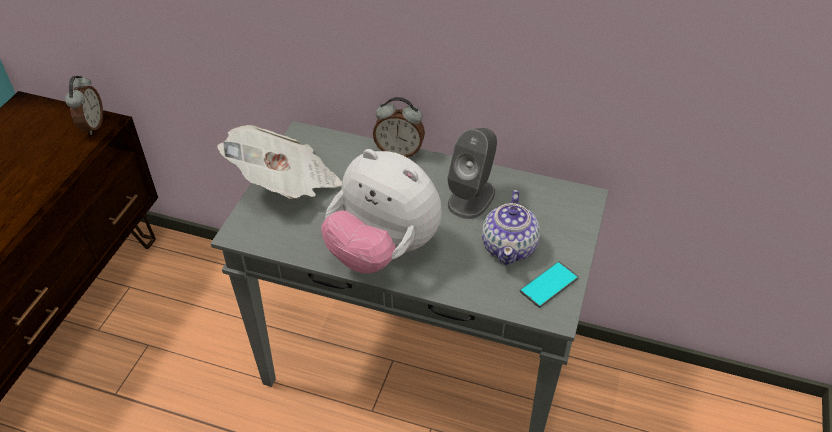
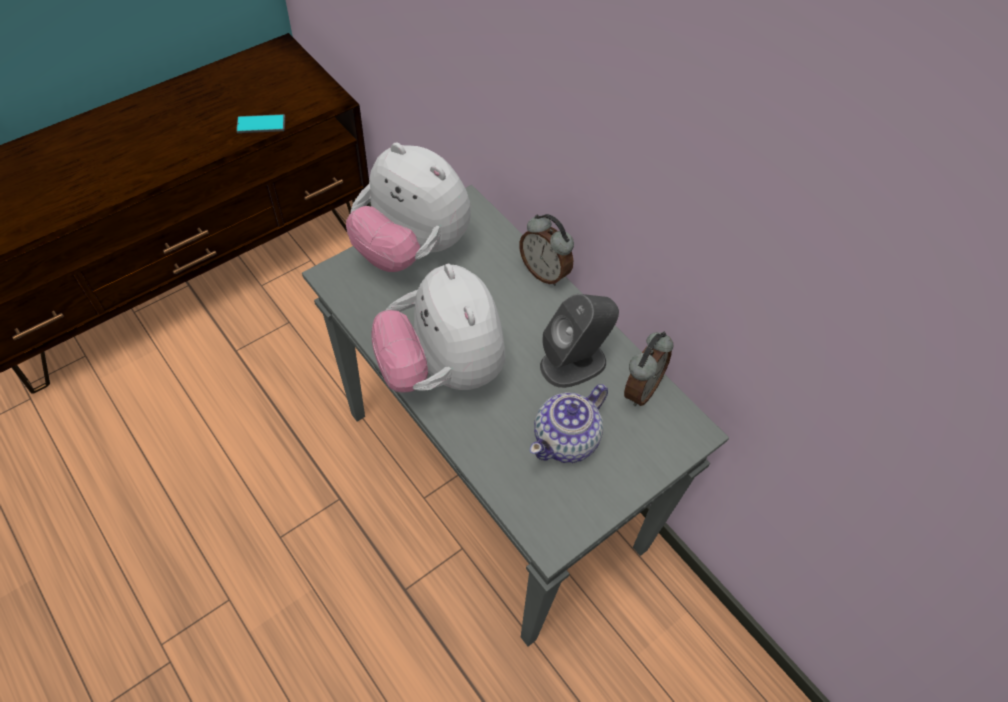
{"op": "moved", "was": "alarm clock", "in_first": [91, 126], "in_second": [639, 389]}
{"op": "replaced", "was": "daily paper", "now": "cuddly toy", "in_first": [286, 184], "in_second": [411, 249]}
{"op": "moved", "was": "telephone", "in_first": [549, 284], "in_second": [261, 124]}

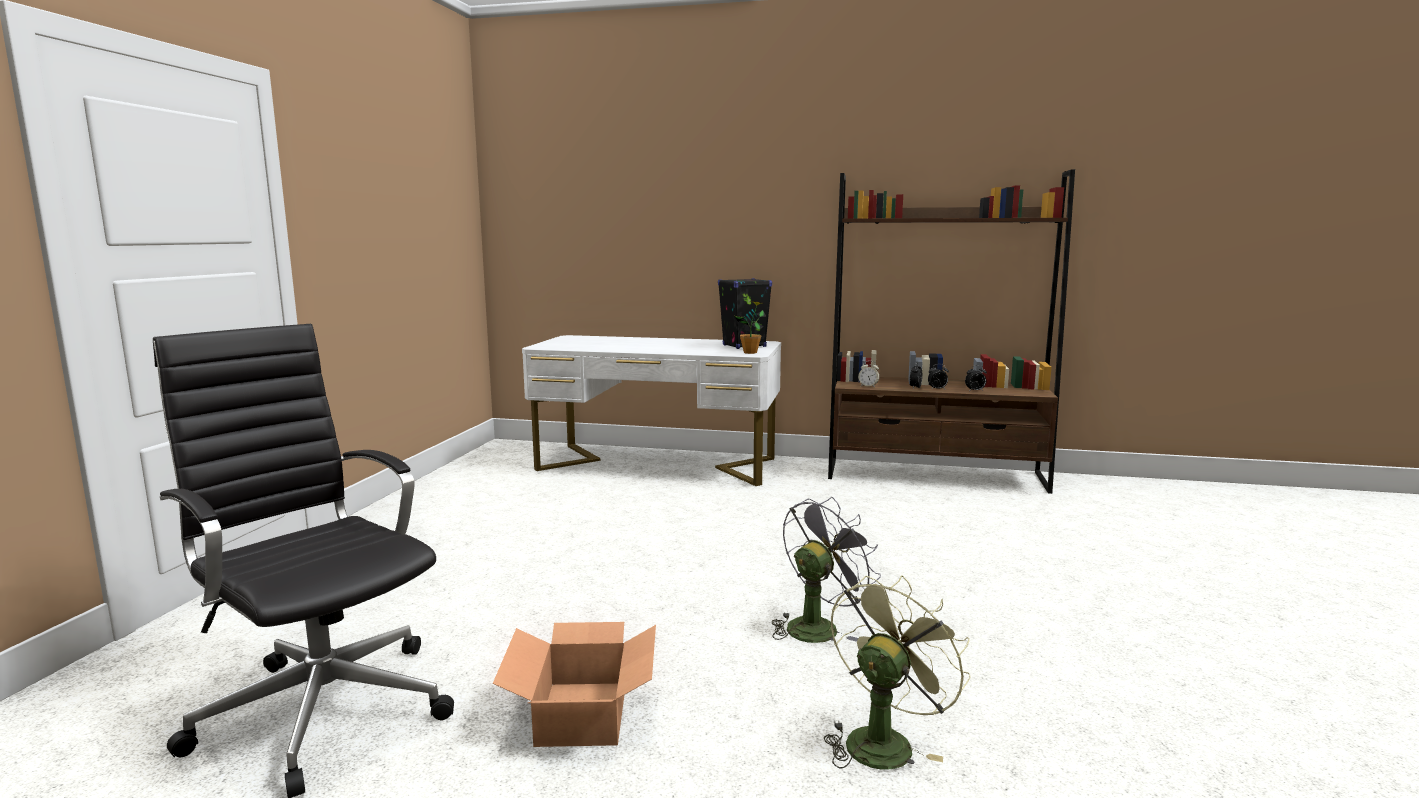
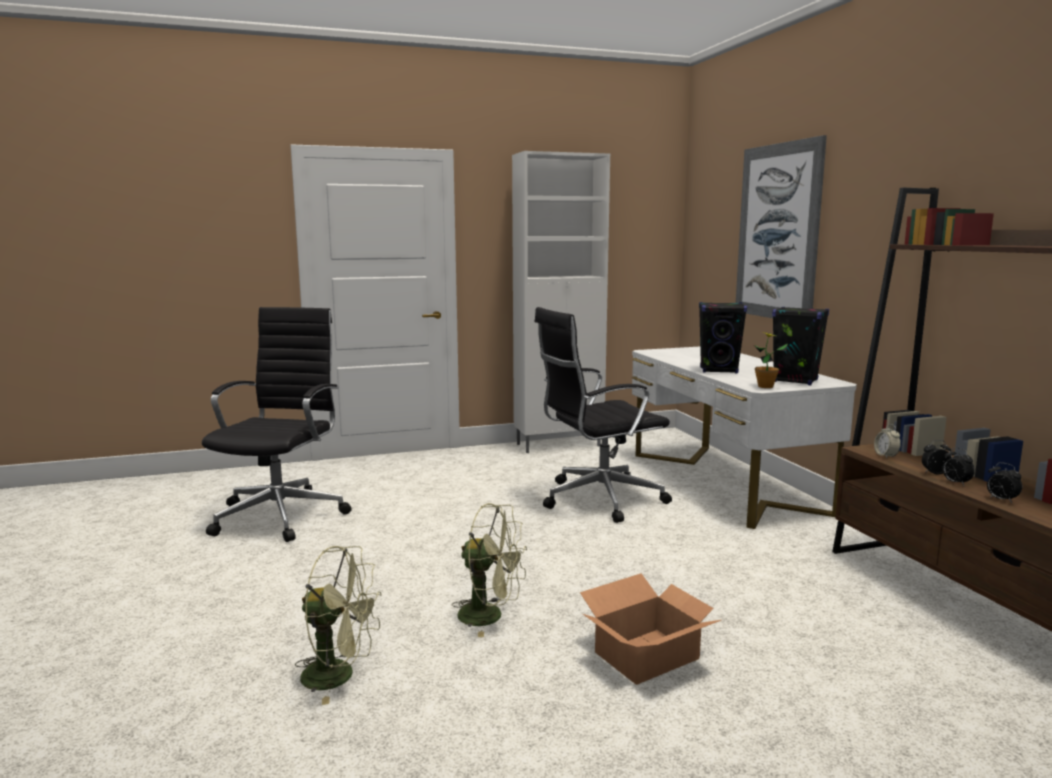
{"op": "moved", "was": "packing box", "in_first": [584, 713], "in_second": [648, 656]}
{"op": "recoloured", "was": "grey cooling fan", "now": "green cooling fan", "in_first": [818, 626], "in_second": [490, 616]}
{"op": "added", "now": "whitish cupboard", "in_second": [560, 445]}
{"op": "added", "now": "black desk chair", "in_second": [598, 499]}
{"op": "added", "now": "black audio speaker", "in_second": [719, 370]}
{"op": "added", "now": "wall art", "in_second": [777, 232]}

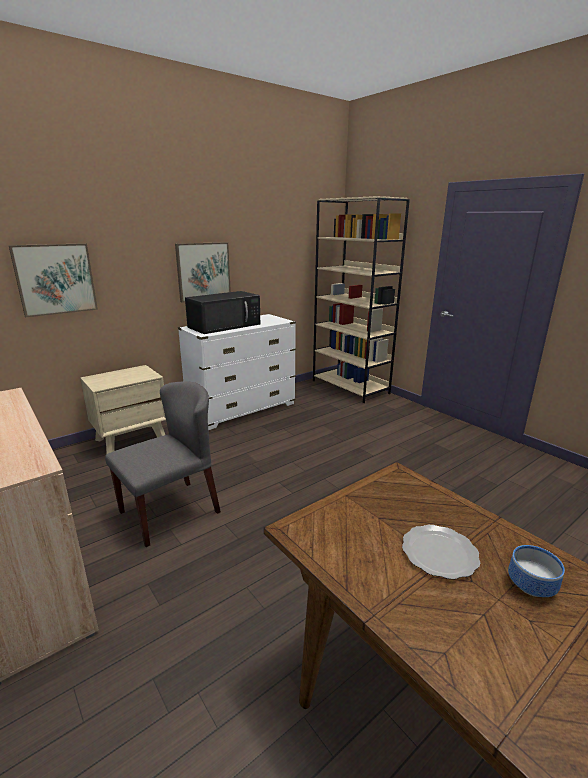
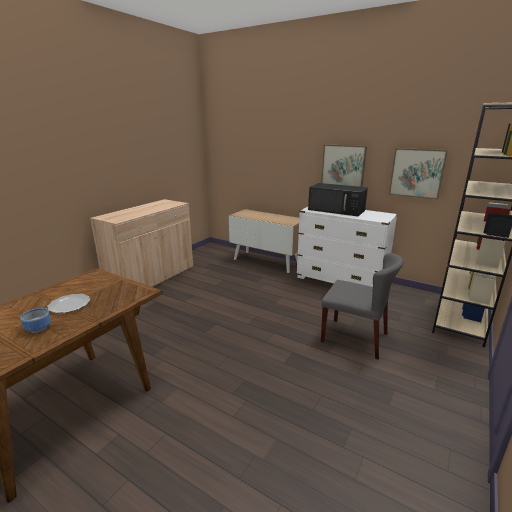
{"op": "moved", "was": "wall art", "in_first": [55, 279], "in_second": [416, 173]}
{"op": "replaced", "was": "beige-coloured nightstand", "now": "cupboard", "in_first": [131, 439], "in_second": [266, 261]}
{"op": "moved", "was": "grey upright chair", "in_first": [170, 511], "in_second": [355, 337]}

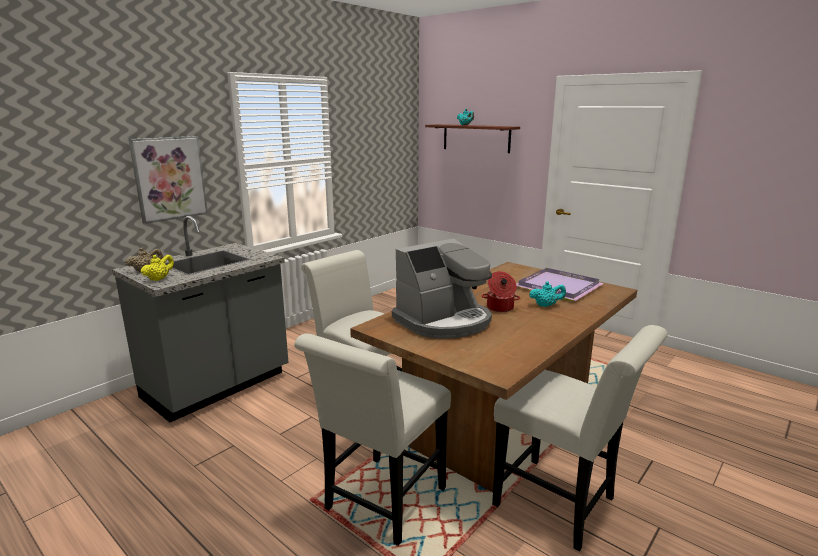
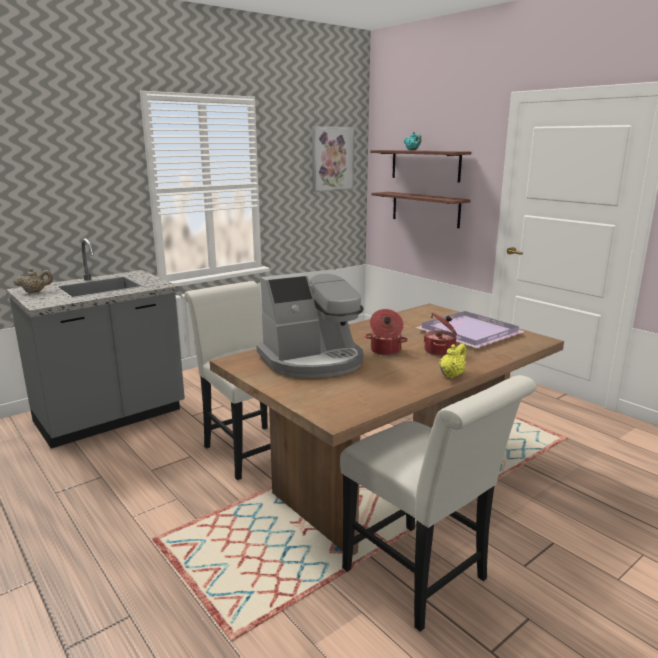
{"op": "moved", "was": "wall art", "in_first": [169, 178], "in_second": [332, 159]}
{"op": "moved", "was": "yellow pot for tea", "in_first": [159, 279], "in_second": [451, 375]}
{"op": "removed", "was": "whitish upright chair", "in_first": [380, 504]}
{"op": "replaced", "was": "turquoise-coloured pot for tea", "now": "cooking pot", "in_first": [546, 305], "in_second": [440, 351]}
{"op": "added", "now": "shelf", "in_second": [425, 209]}

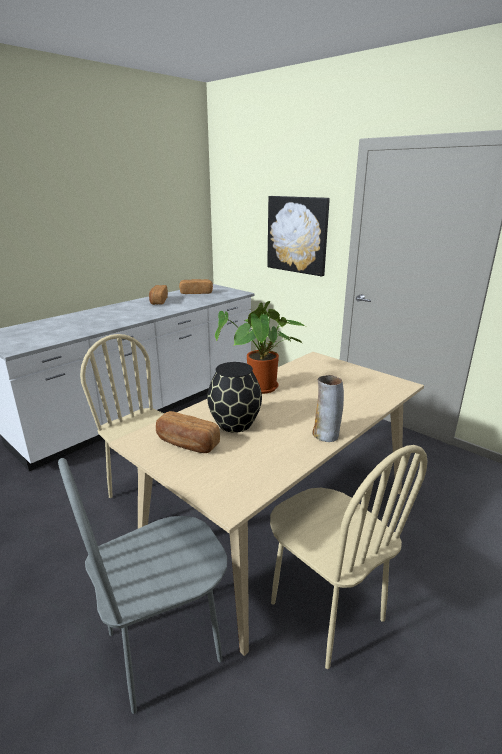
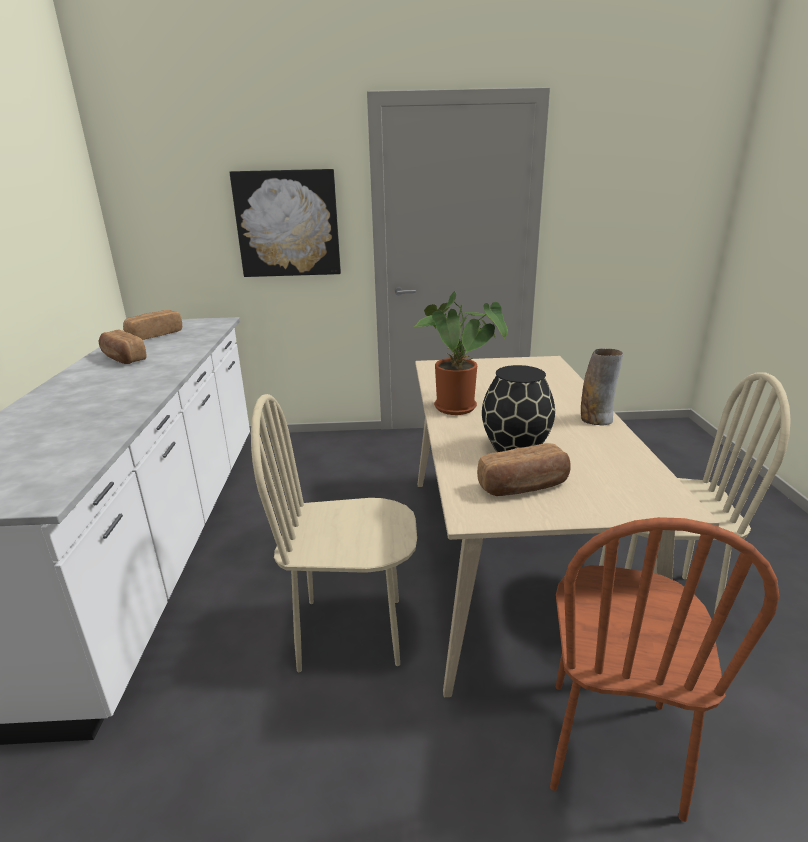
{"op": "recoloured", "was": "grey upright chair", "now": "brown-coloured upright chair", "in_first": [164, 647], "in_second": [611, 745]}

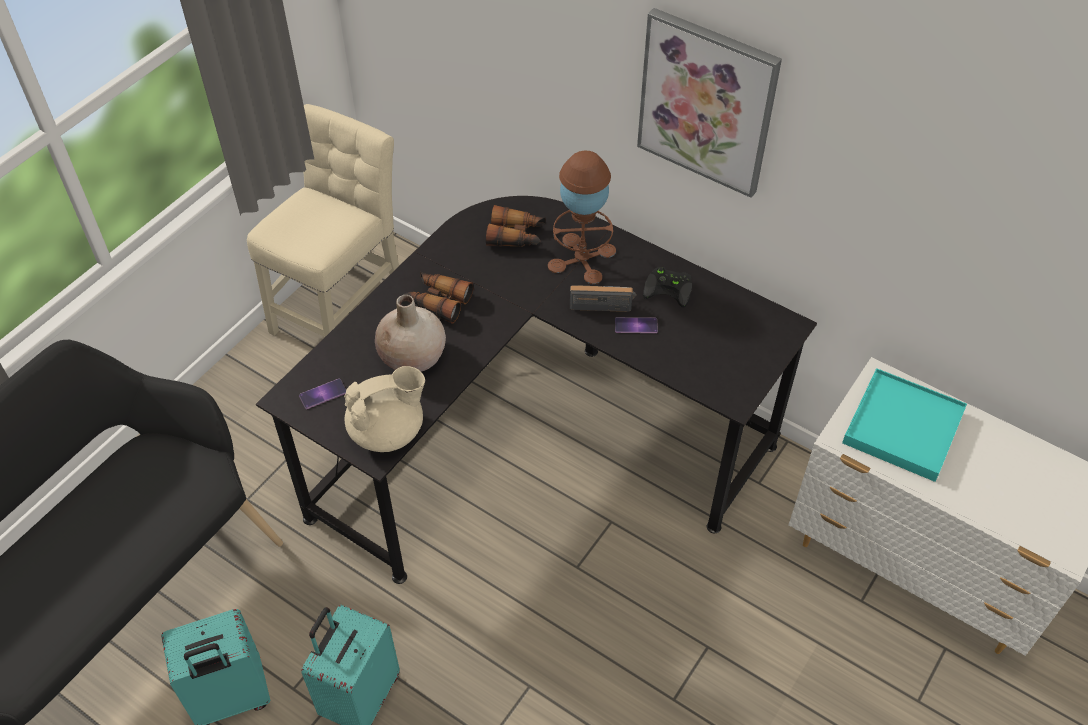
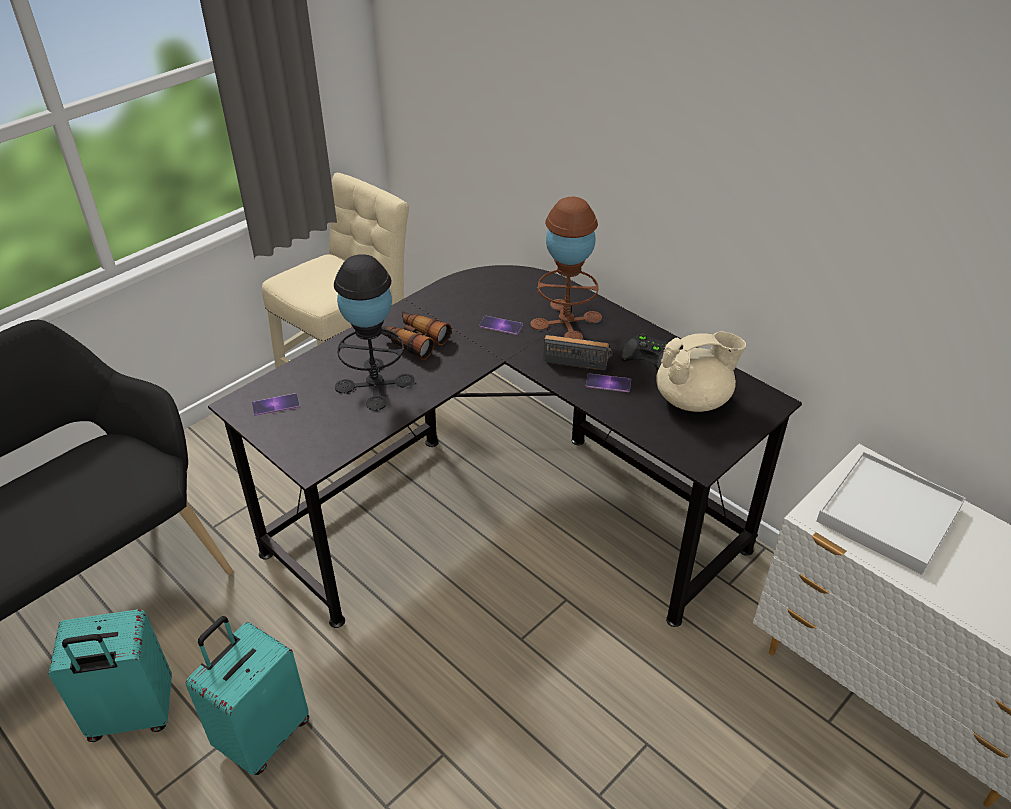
{"op": "moved", "was": "beige-coloured pot for tea", "in_first": [388, 431], "in_second": [693, 399]}
{"op": "replaced", "was": "beige-coloured flower vase", "now": "black table lamp", "in_first": [413, 357], "in_second": [374, 384]}
{"op": "removed", "was": "binoculars", "in_first": [516, 236]}
{"op": "removed", "was": "wall art", "in_first": [707, 102]}
{"op": "recoloured", "was": "turquoise-coloured serving tray", "now": "whitish serving tray", "in_first": [903, 428], "in_second": [888, 515]}
{"op": "added", "now": "telephone", "in_second": [501, 325]}

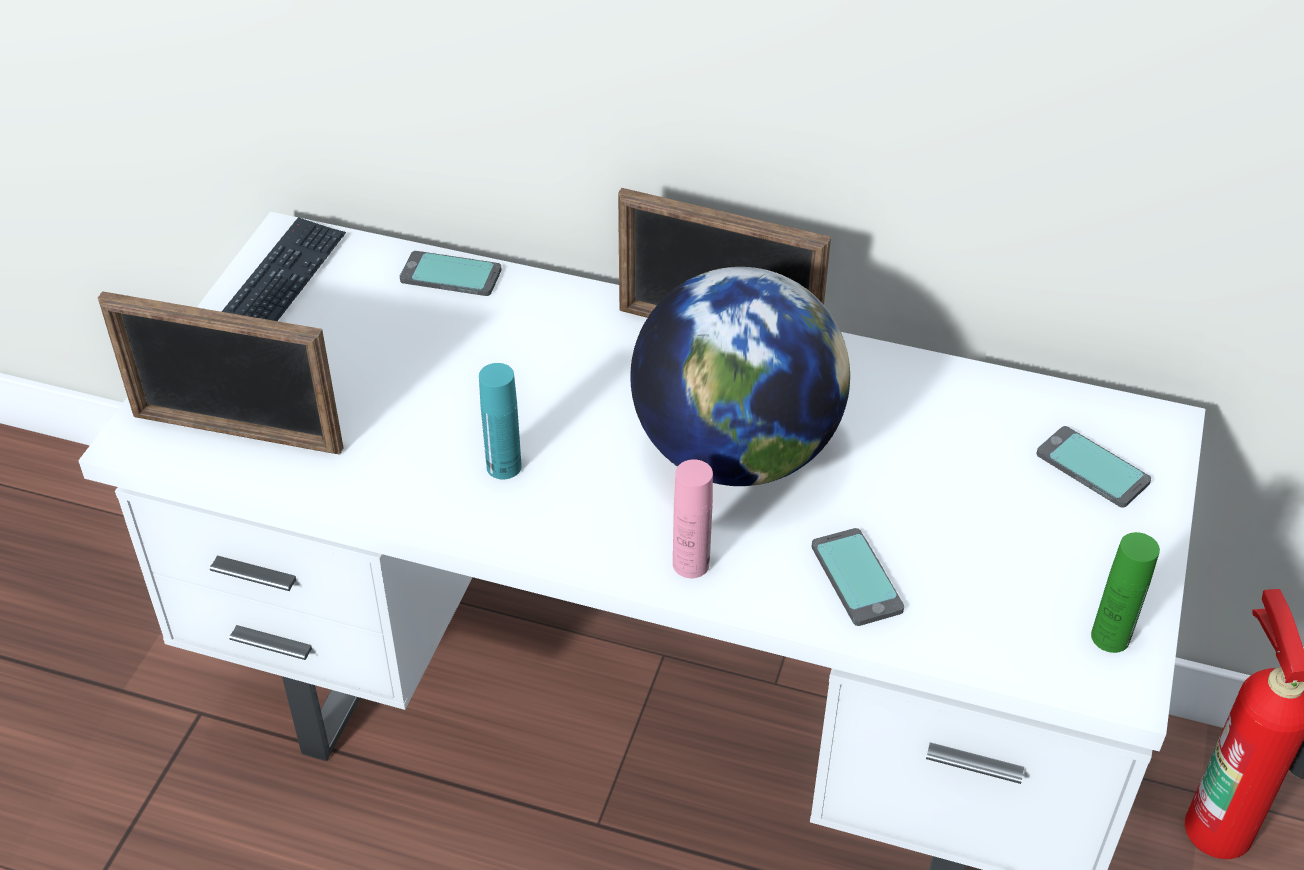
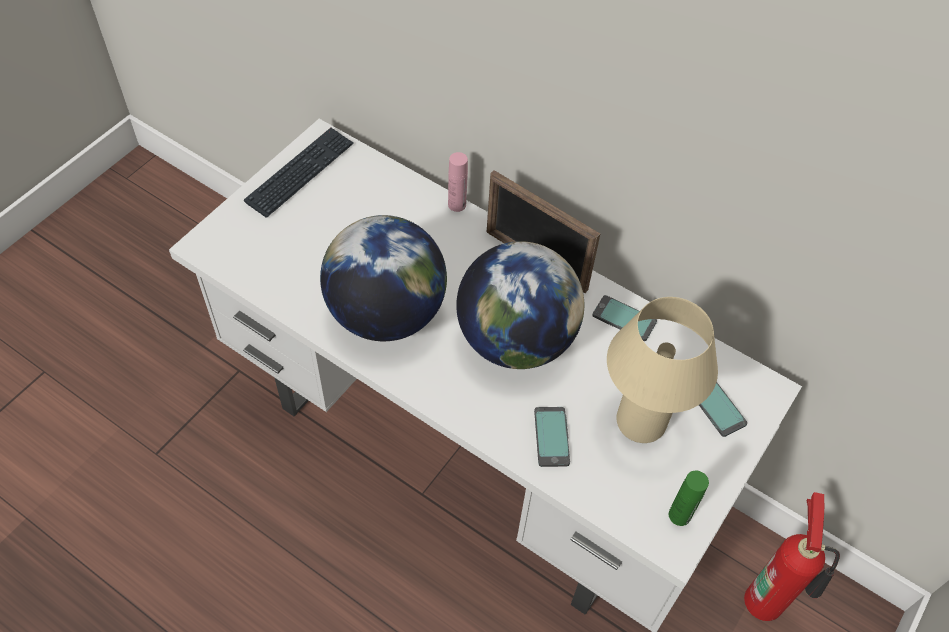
{"op": "removed", "was": "standing frame", "in_first": [236, 433]}
{"op": "moved", "was": "telephone", "in_first": [450, 276], "in_second": [624, 319]}
{"op": "replaced", "was": "turquoise-coloured drink bottle", "now": "world globe", "in_first": [504, 466], "in_second": [386, 314]}
{"op": "moved", "was": "pink drink bottle", "in_first": [691, 564], "in_second": [457, 204]}
{"op": "added", "now": "beige-coloured table lamp", "in_second": [641, 422]}

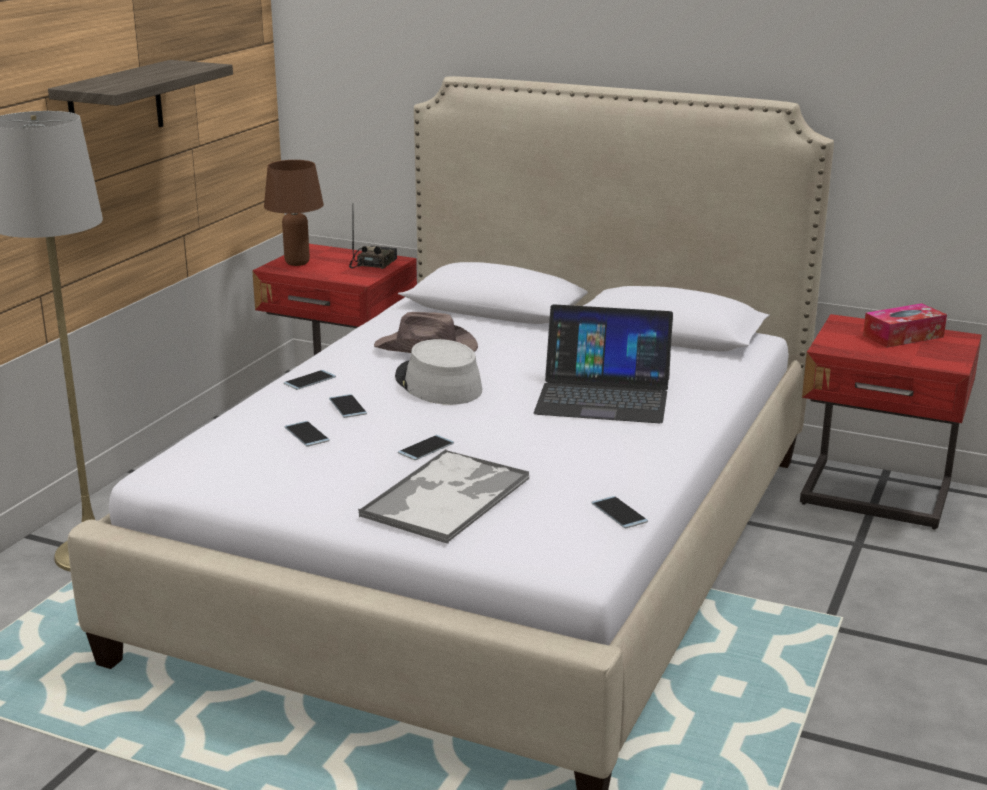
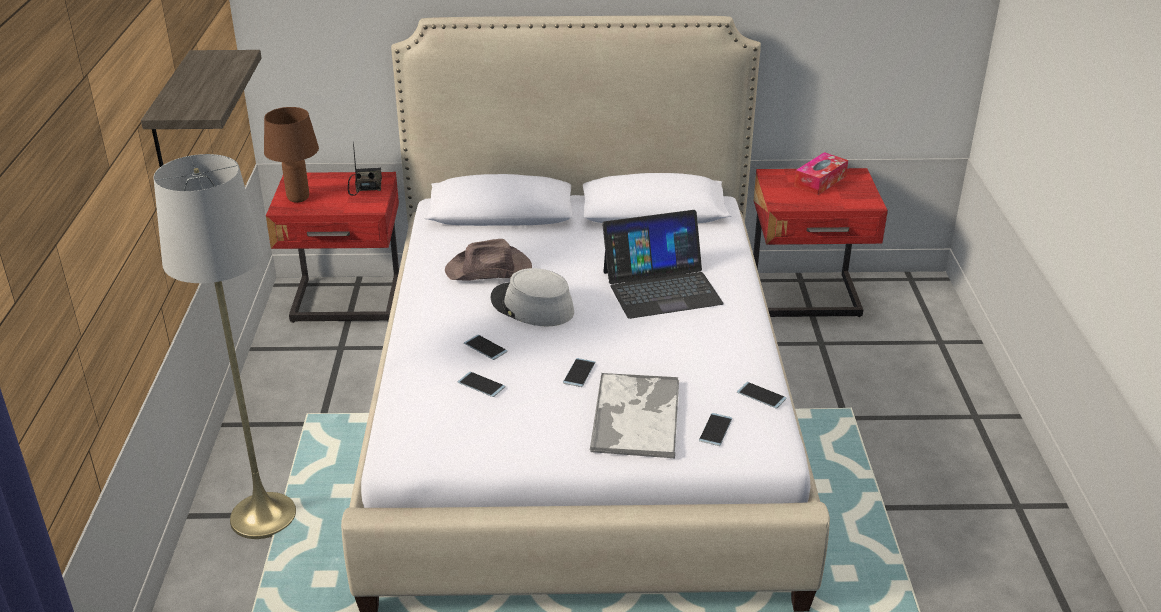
{"op": "moved", "was": "telephone", "in_first": [310, 380], "in_second": [715, 430]}

